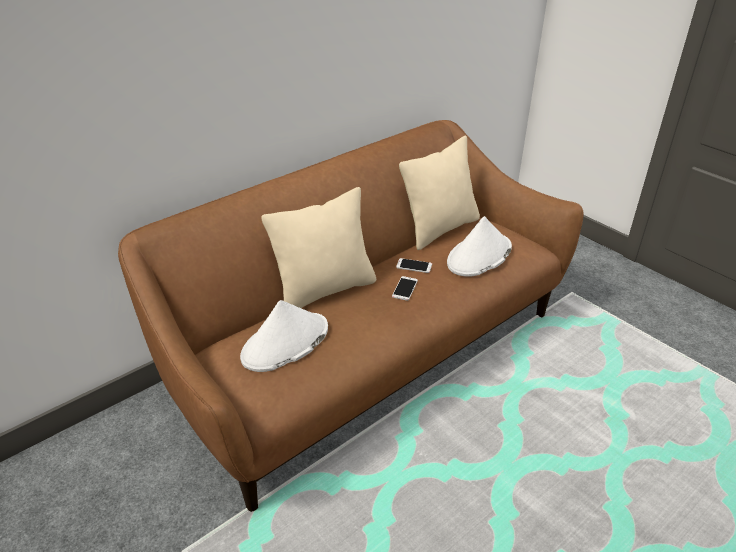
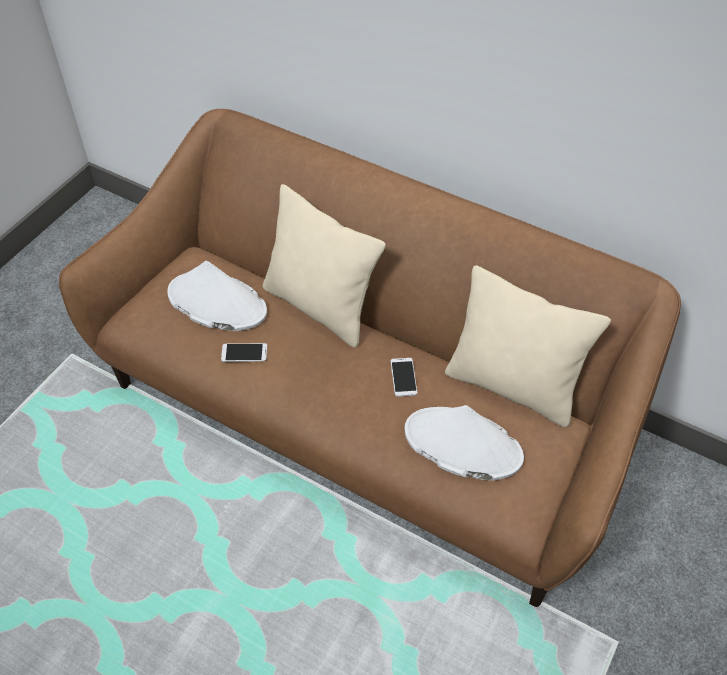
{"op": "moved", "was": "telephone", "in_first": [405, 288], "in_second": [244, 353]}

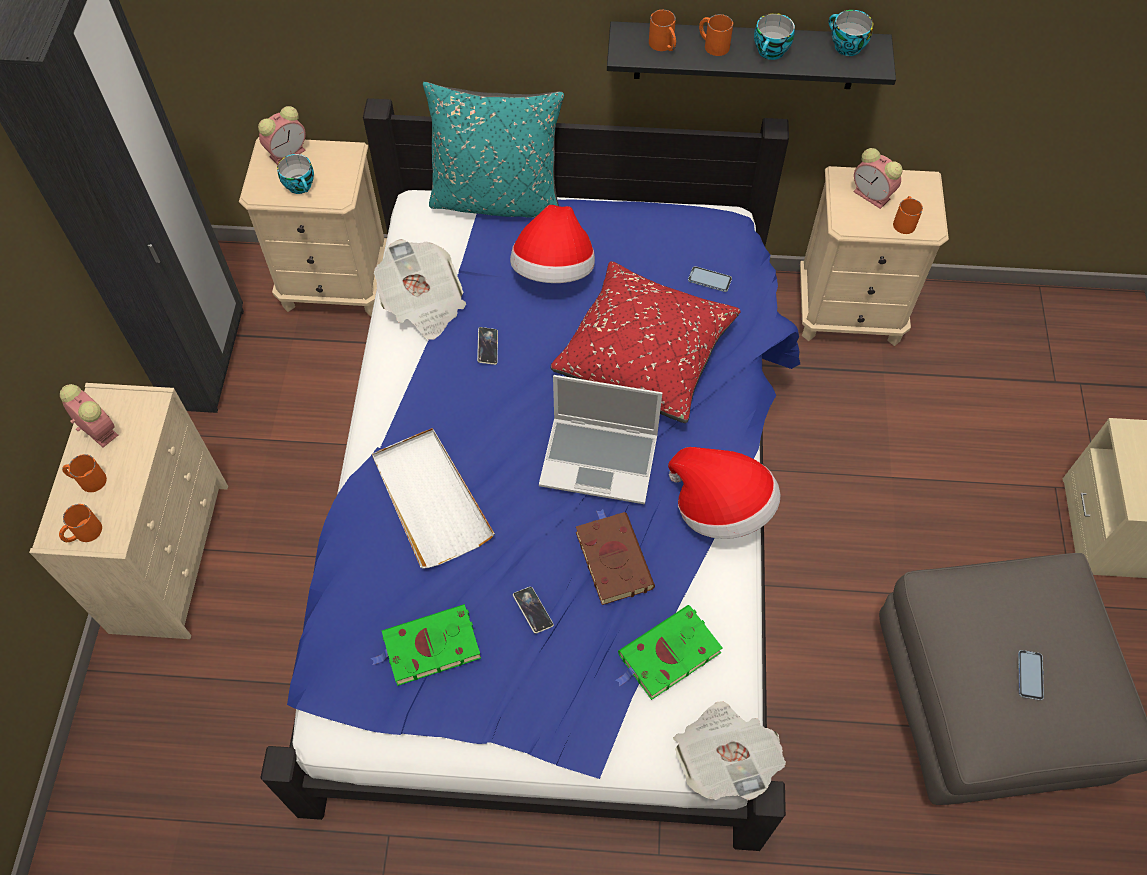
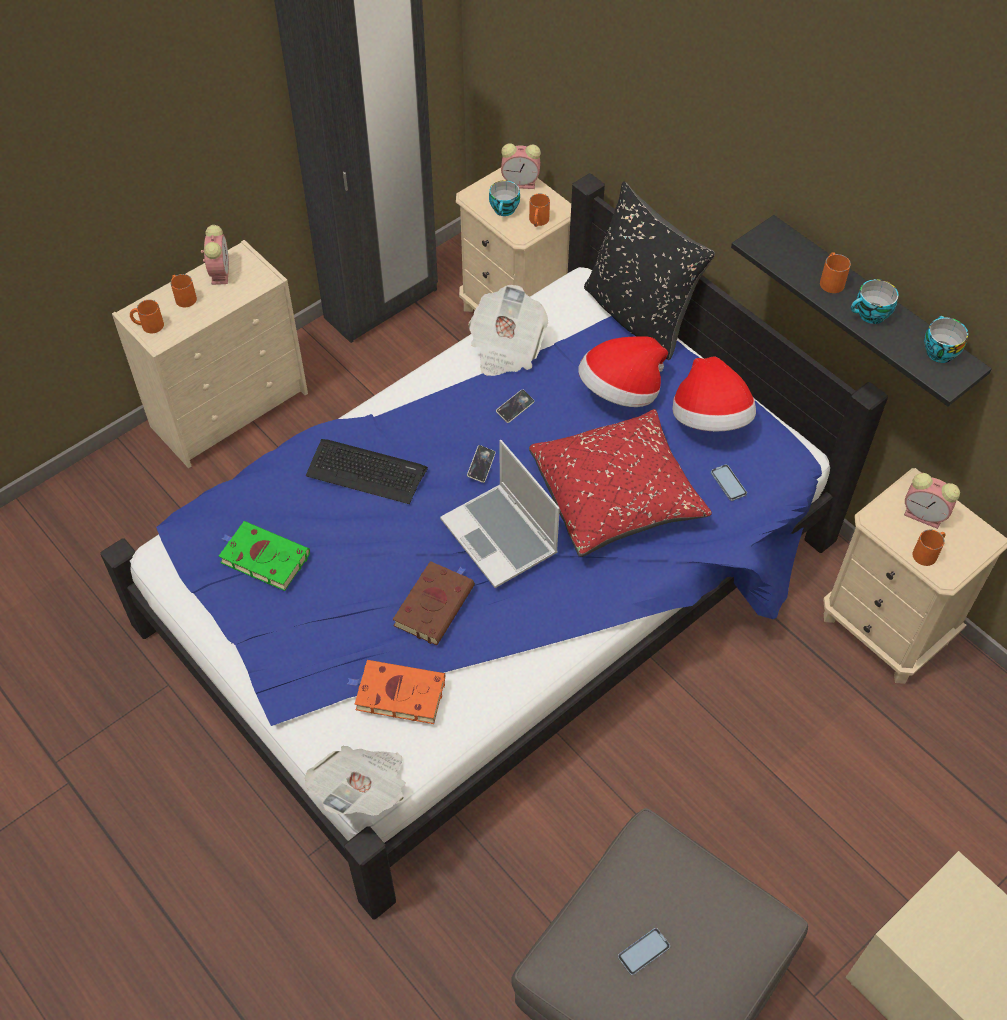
{"op": "replaced", "was": "whitish serving tray", "now": "computer keyboard", "in_first": [430, 499], "in_second": [366, 471]}
{"op": "recoloured", "was": "turquoise-coloured pillow", "now": "black pillow", "in_first": [497, 199], "in_second": [639, 316]}
{"op": "moved", "was": "telephone", "in_first": [533, 611], "in_second": [481, 465]}
{"op": "recoloured", "was": "green bound book", "now": "orangey bound book", "in_first": [667, 656], "in_second": [397, 694]}
{"op": "moved", "was": "orangey coffee mug", "in_first": [664, 45], "in_second": [538, 221]}
{"op": "moved", "was": "hat", "in_first": [721, 507], "in_second": [710, 419]}
{"op": "turned", "was": "alarm clock", "in_first": [873, 196], "in_second": [925, 515], "clockwise": -60}

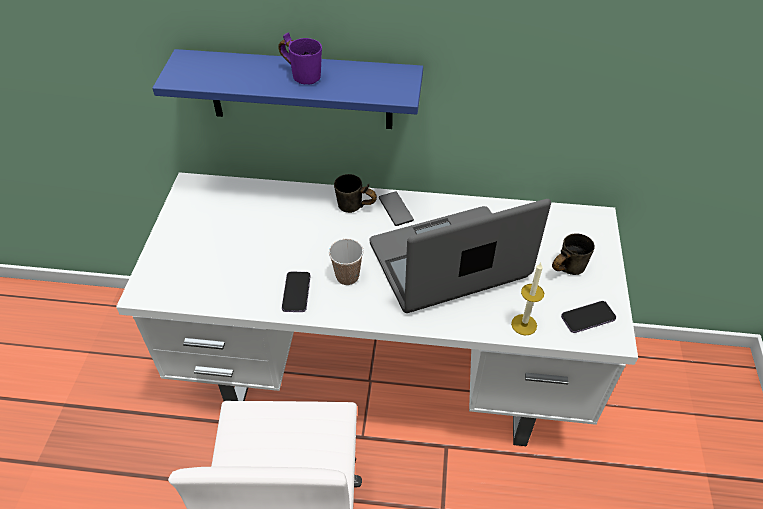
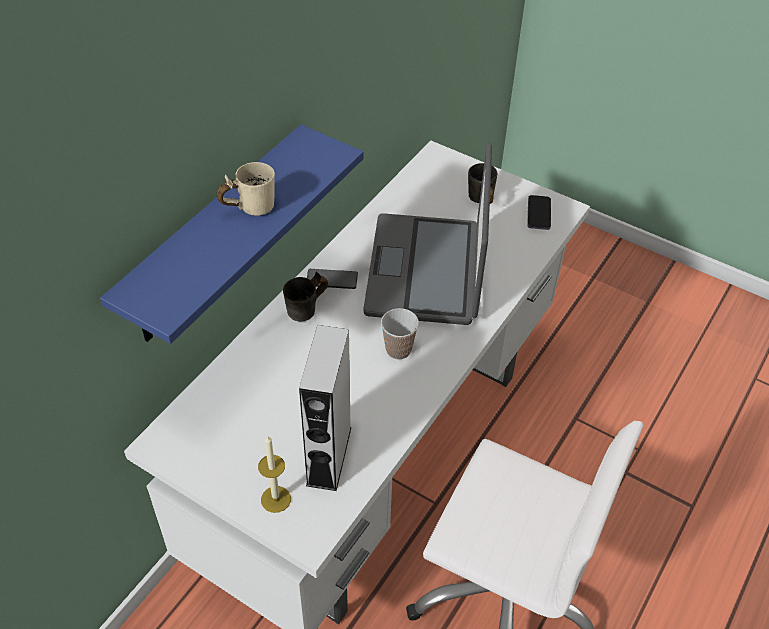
{"op": "recoloured", "was": "purplish coffee mug", "now": "beige-coloured coffee mug", "in_first": [304, 74], "in_second": [248, 207]}
{"op": "removed", "was": "telephone", "in_first": [296, 293]}
{"op": "moved", "was": "wax candle", "in_first": [524, 324], "in_second": [276, 499]}
{"op": "added", "now": "grey audio speaker", "in_second": [329, 456]}

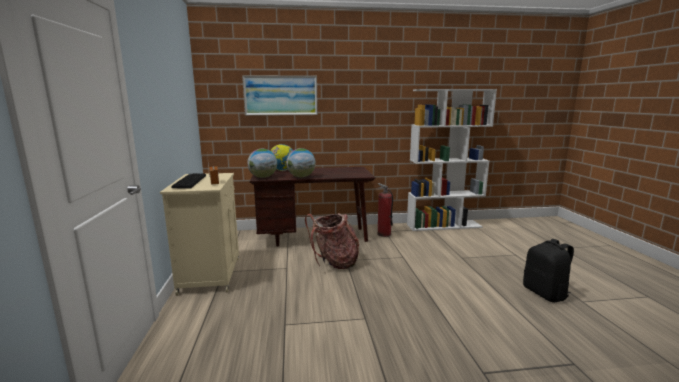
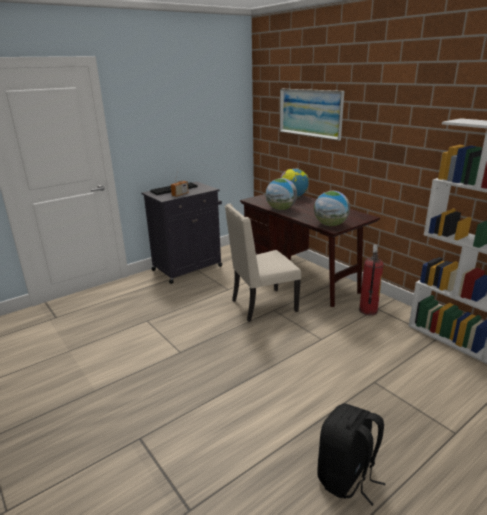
{"op": "recoloured", "was": "beige-coloured cupboard", "now": "black cupboard", "in_first": [210, 275], "in_second": [188, 268]}
{"op": "moved", "was": "world globe", "in_first": [263, 177], "in_second": [330, 225]}
{"op": "replaced", "was": "rucksack", "now": "beige-coloured upright chair", "in_first": [334, 262], "in_second": [262, 306]}

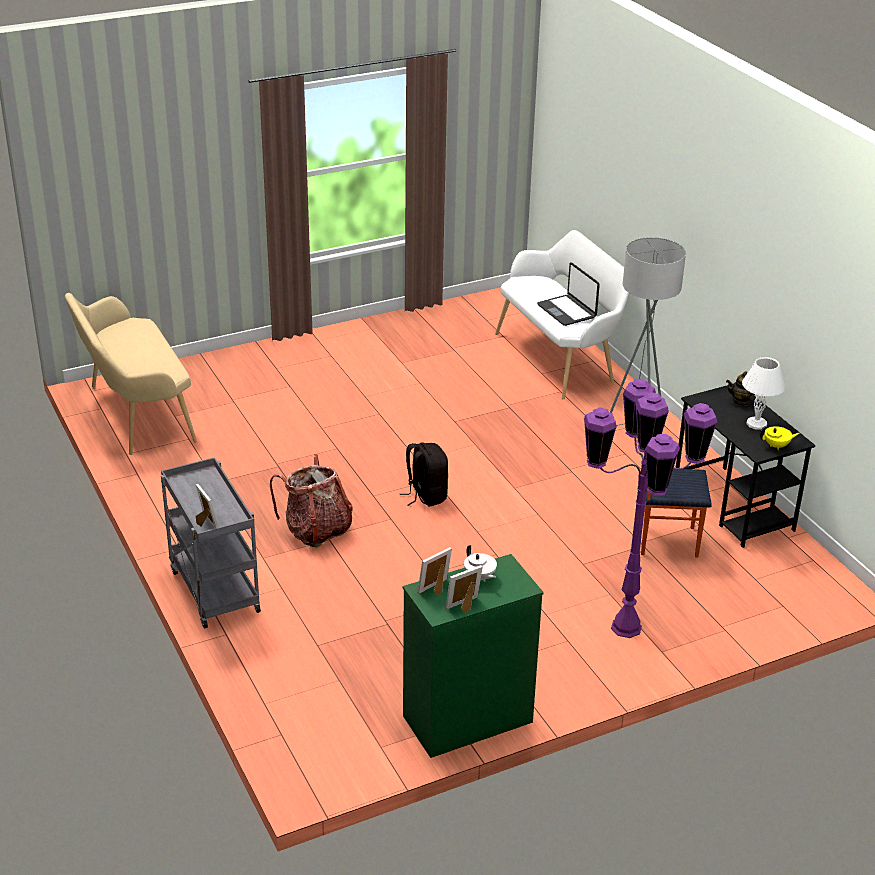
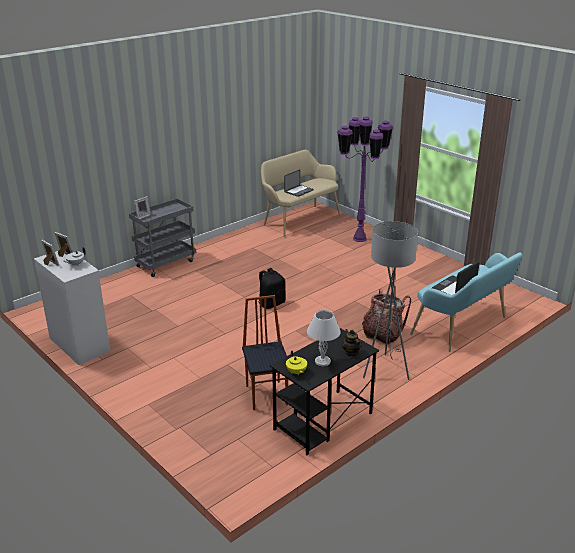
{"op": "moved", "was": "rucksack", "in_first": [316, 530], "in_second": [382, 334]}
{"op": "recoloured", "was": "green drawer chest", "now": "whitish drawer chest", "in_first": [466, 719], "in_second": [79, 344]}
{"op": "recoloured", "was": "whitish bench", "now": "turquoise-coloured bench", "in_first": [560, 358], "in_second": [463, 327]}
{"op": "moved", "was": "purplish floor lamp", "in_first": [625, 628], "in_second": [359, 239]}
{"op": "added", "now": "laptop", "in_second": [299, 191]}

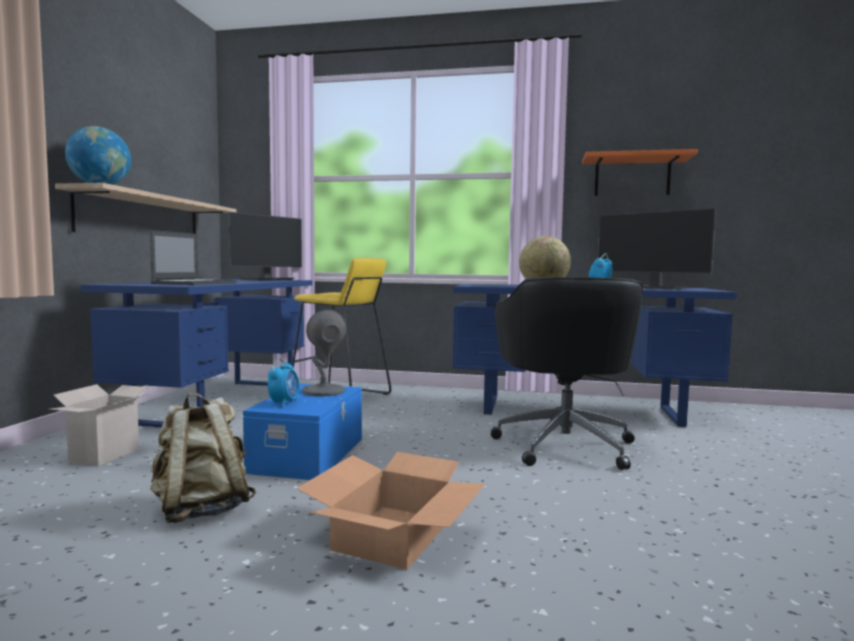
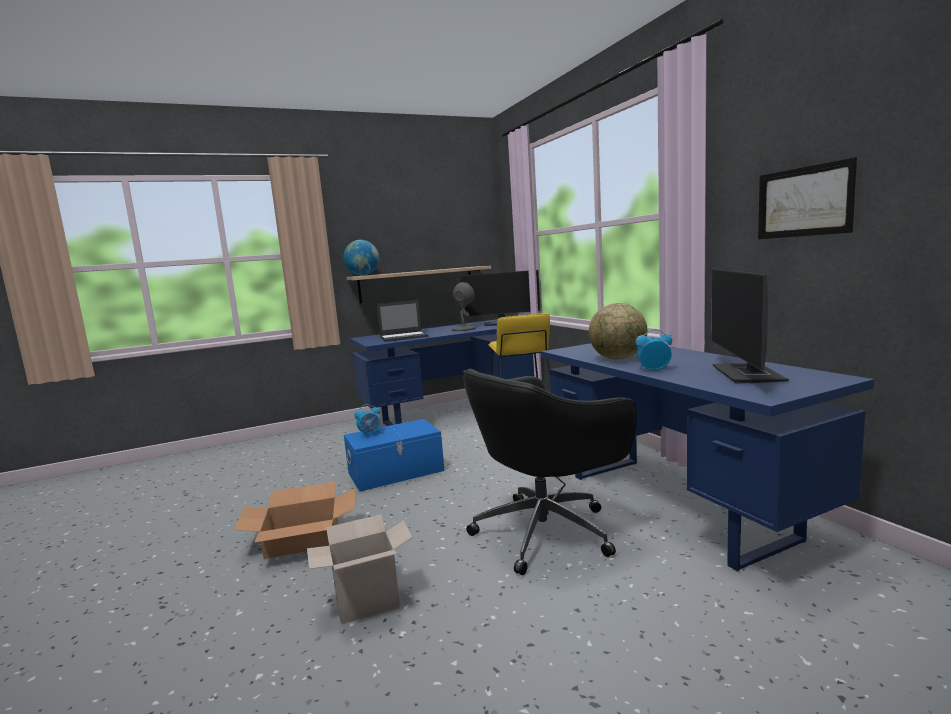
{"op": "moved", "was": "packing box", "in_first": [104, 456], "in_second": [365, 605]}
{"op": "removed", "was": "beige-coloured rucksack", "in_first": [201, 510]}
{"op": "moved", "was": "grey table lamp", "in_first": [323, 391], "in_second": [463, 329]}
{"op": "replaced", "was": "orangey shelf", "now": "wall art", "in_first": [632, 177], "in_second": [803, 202]}

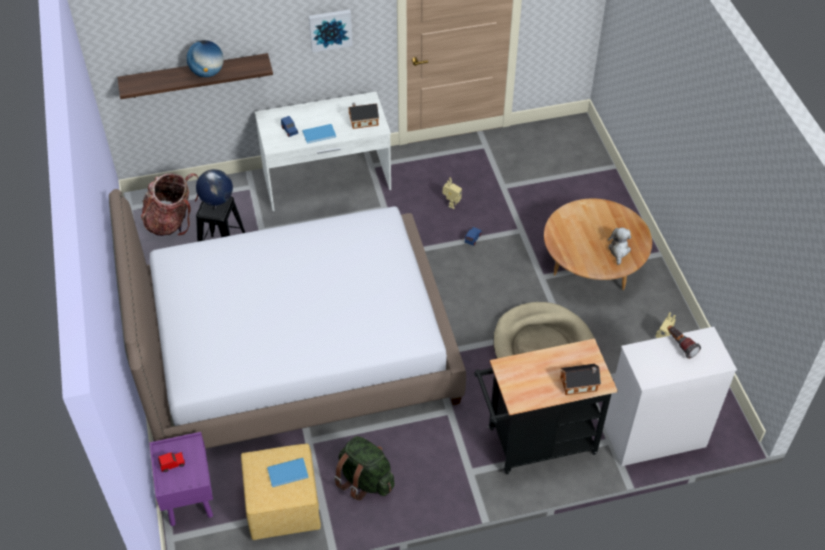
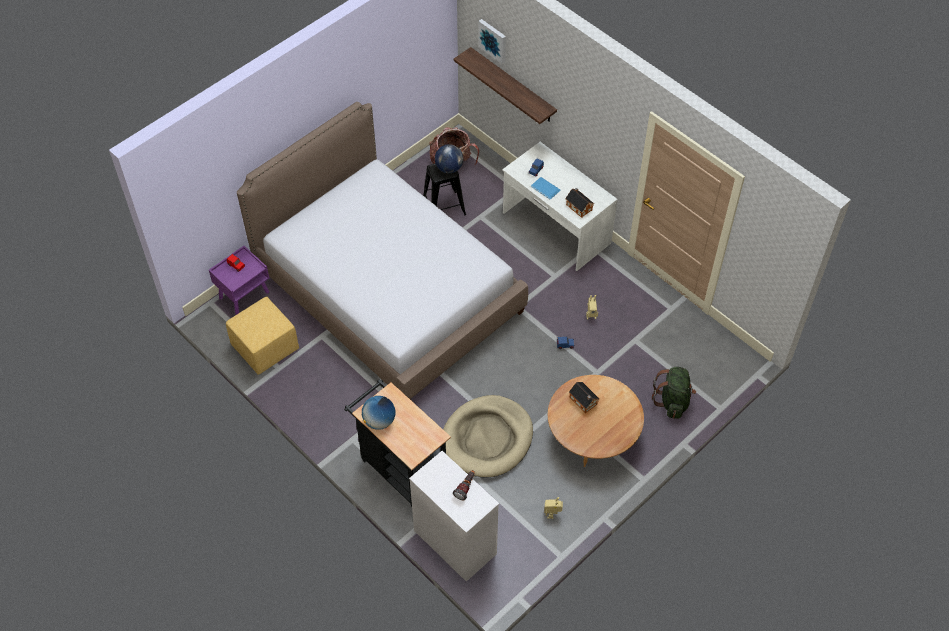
{"op": "moved", "was": "world globe", "in_first": [207, 73], "in_second": [379, 421]}
{"op": "removed", "was": "bluish bound book", "in_first": [289, 473]}
{"op": "moved", "was": "wall art", "in_first": [330, 29], "in_second": [493, 40]}
{"op": "moved", "was": "green rucksack", "in_first": [365, 480], "in_second": [672, 401]}
{"op": "moved", "was": "toy house", "in_first": [580, 384], "in_second": [583, 402]}
{"op": "removed", "was": "cuddly toy", "in_first": [619, 250]}

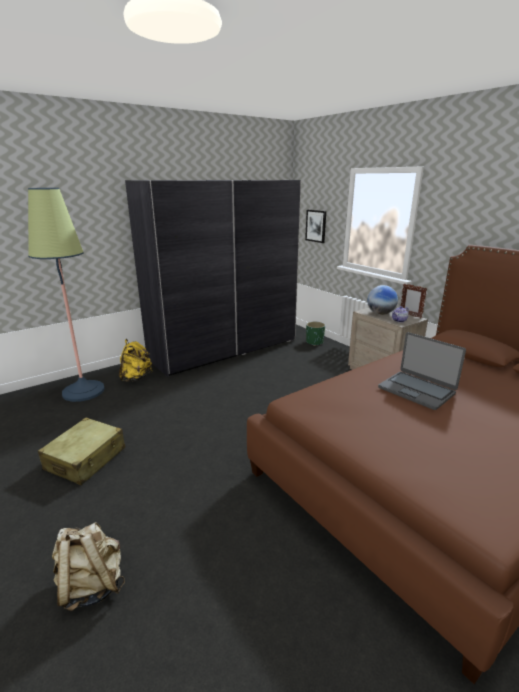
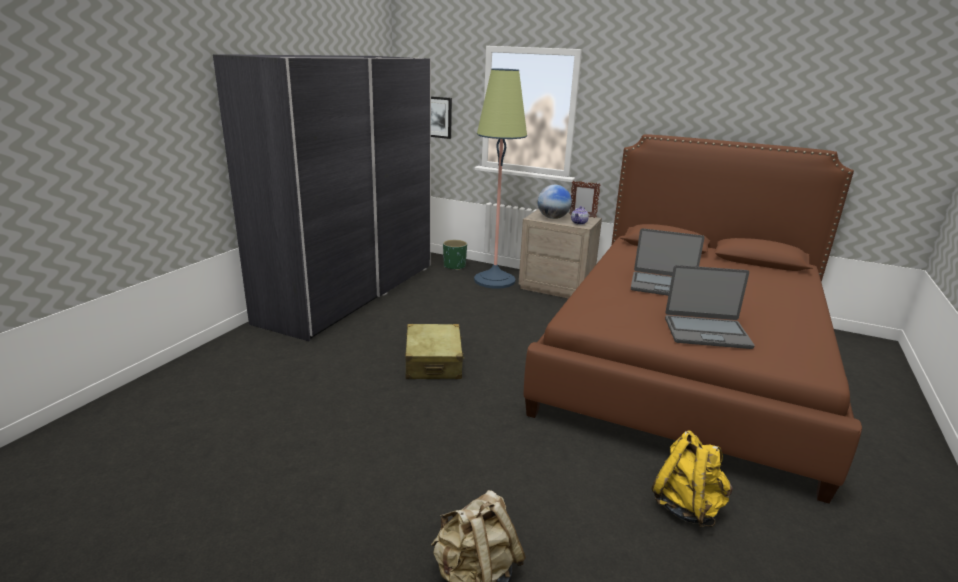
{"op": "moved", "was": "floor lamp", "in_first": [83, 391], "in_second": [494, 280]}
{"op": "moved", "was": "beige-coloured suitcase", "in_first": [86, 459], "in_second": [433, 362]}
{"op": "moved", "was": "yellow rucksack", "in_first": [136, 378], "in_second": [687, 506]}
{"op": "added", "now": "laptop", "in_second": [706, 332]}

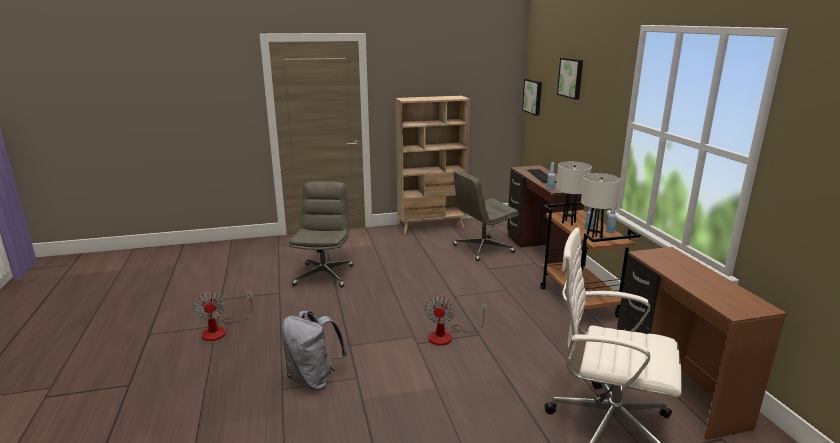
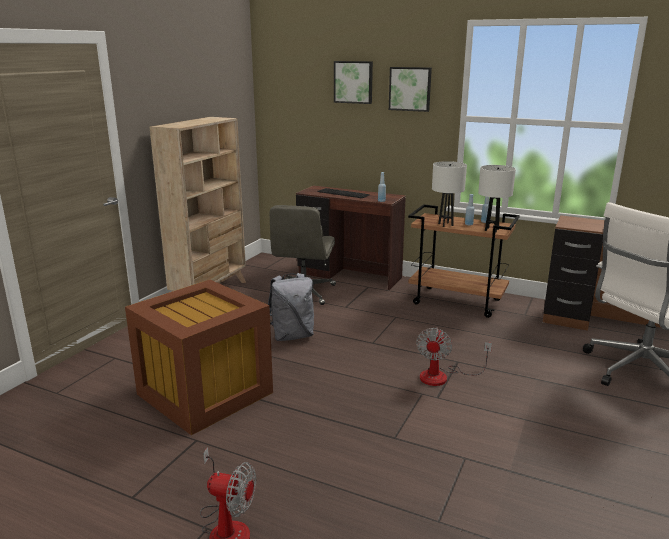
{"op": "moved", "was": "grey rucksack", "in_first": [314, 379], "in_second": [292, 336]}
{"op": "replaced", "was": "grey desk chair", "now": "brown-coloured storage box", "in_first": [324, 275], "in_second": [205, 392]}
{"op": "turned", "was": "cooling fan", "in_first": [448, 336], "in_second": [442, 376], "clockwise": 60}
{"op": "moved", "was": "wall art", "in_first": [533, 96], "in_second": [410, 89]}

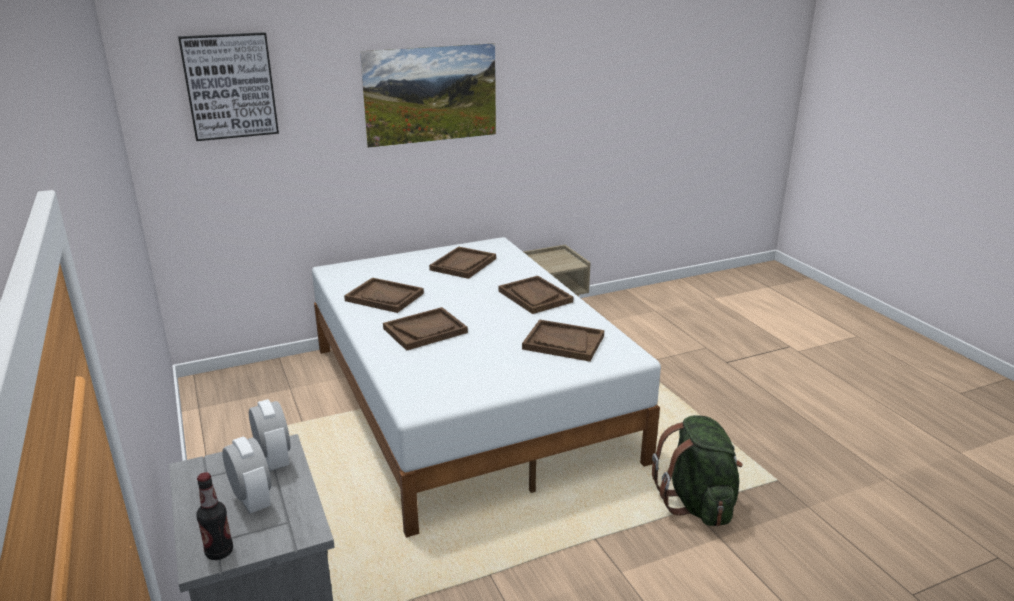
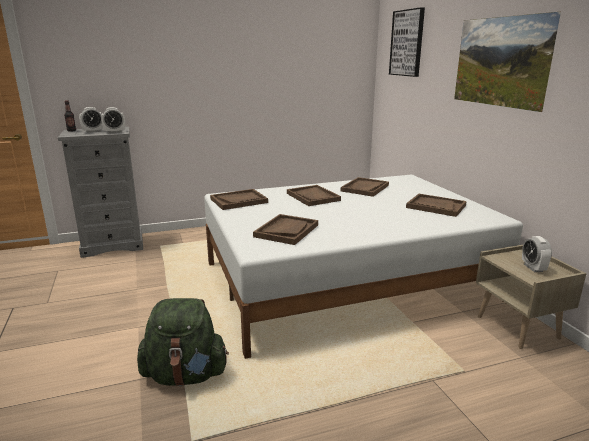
{"op": "moved", "was": "brown-coloured serving tray", "in_first": [534, 296], "in_second": [239, 201]}
{"op": "added", "now": "alarm clock", "in_second": [533, 268]}

